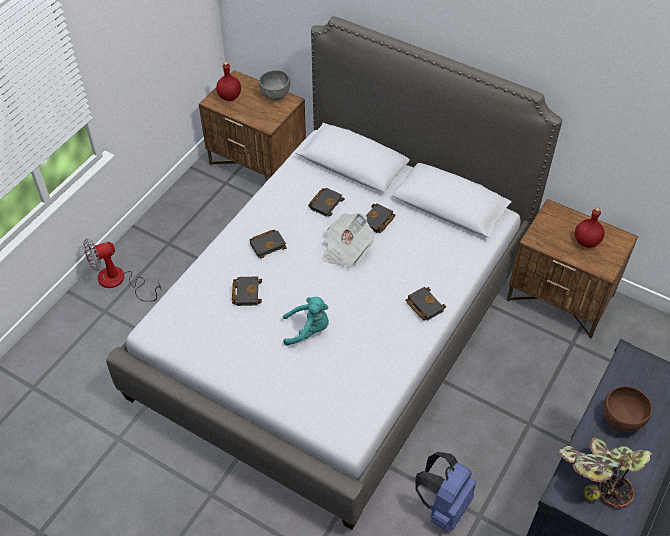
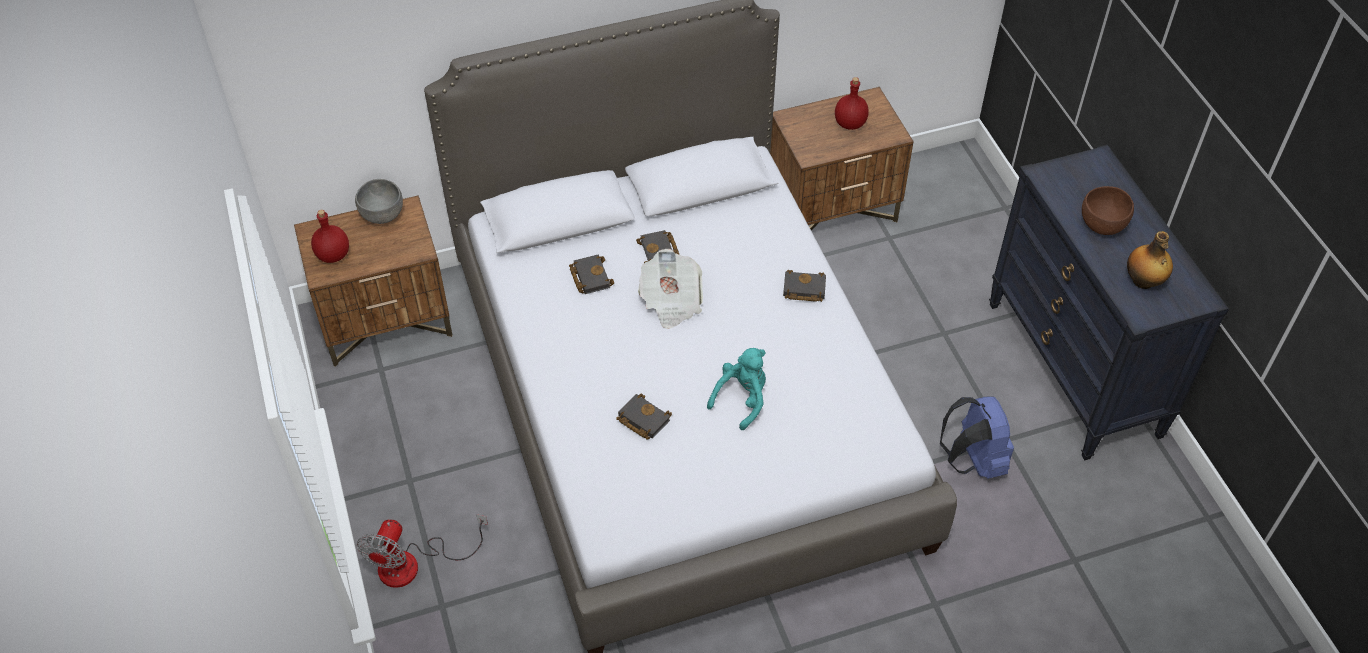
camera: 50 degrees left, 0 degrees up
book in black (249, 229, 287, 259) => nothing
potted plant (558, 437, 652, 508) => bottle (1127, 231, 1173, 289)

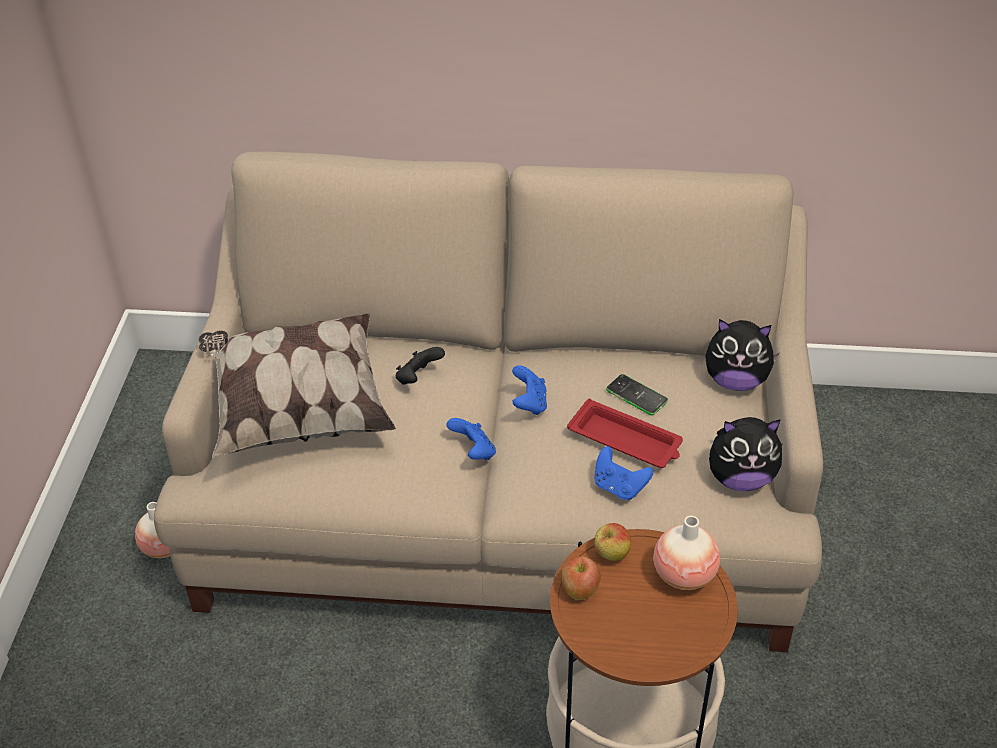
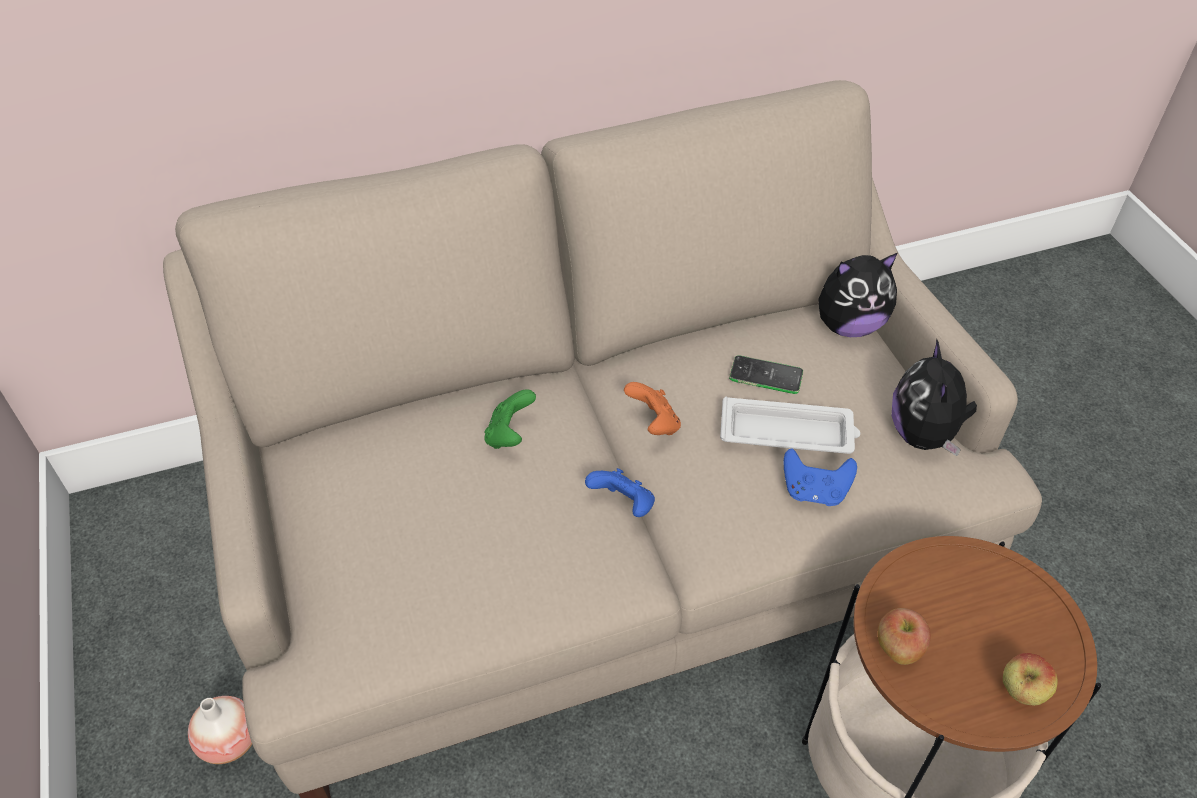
camera: 25 degrees left, 5 degrees up
pillow (198, 313, 396, 458) => nothing
game controller in black (396, 347, 445, 385) => game controller in green (485, 390, 536, 449)
game controller in blue (512, 365, 547, 415) => game controller in orange (624, 382, 681, 435)
tray in red (567, 399, 683, 468) => tray in white (720, 396, 860, 454)
plush toy (709, 417, 784, 491) => plush toy (892, 338, 977, 456), 120 degrees clockwise
vase (653, 516, 720, 590) => nothing
apple (594, 523, 631, 561) => apple (1003, 653, 1058, 706), moved

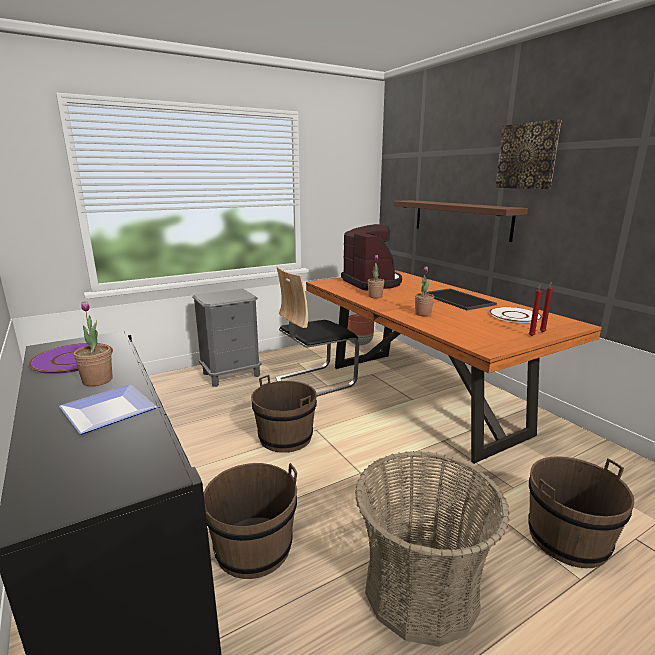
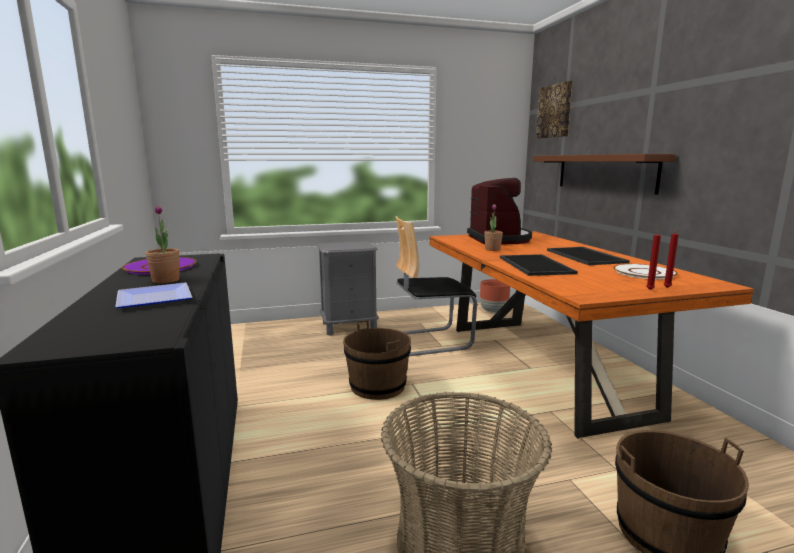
camera: 15 degrees right, 5 degrees down
picture (495, 120, 561, 189) => picture (536, 81, 573, 138), moved
potted plant (415, 266, 434, 316) => tray (500, 254, 578, 276)
bucket in brown (203, 463, 297, 579) => nothing

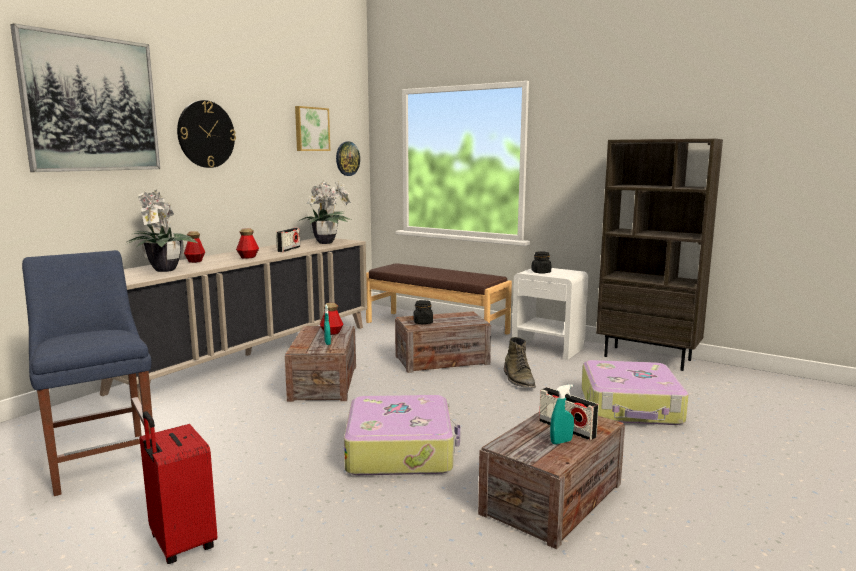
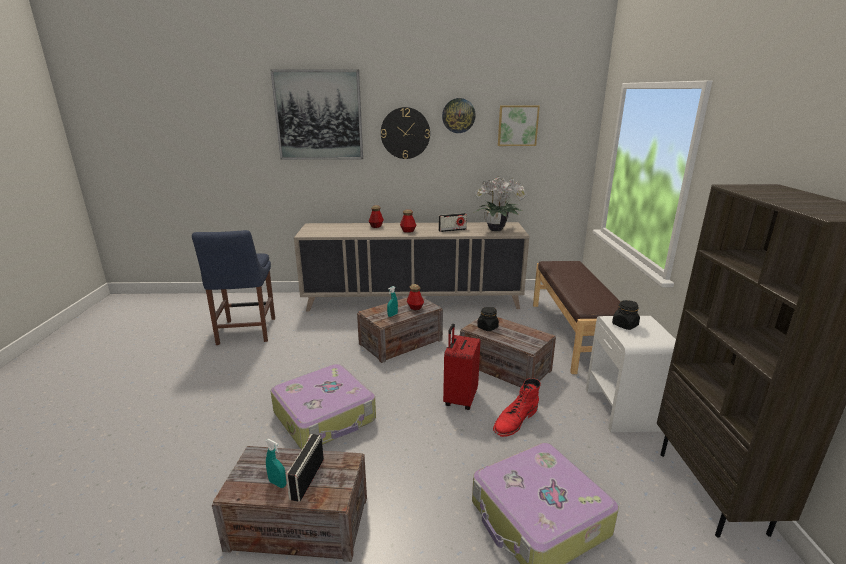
camera: 55 degrees right, 10 degrees up
wall clock (336, 142, 360, 176) => wall clock (442, 98, 476, 133), moved
potted plant (127, 190, 198, 272) => nothing
chair in blue (22, 250, 153, 496) => chair in blue (192, 230, 275, 345), 150 degrees clockwise
boot in green (504, 337, 536, 388) => boot in red (493, 378, 541, 437)
suitcase in red (140, 411, 217, 564) => suitcase in red (443, 324, 481, 410), moved

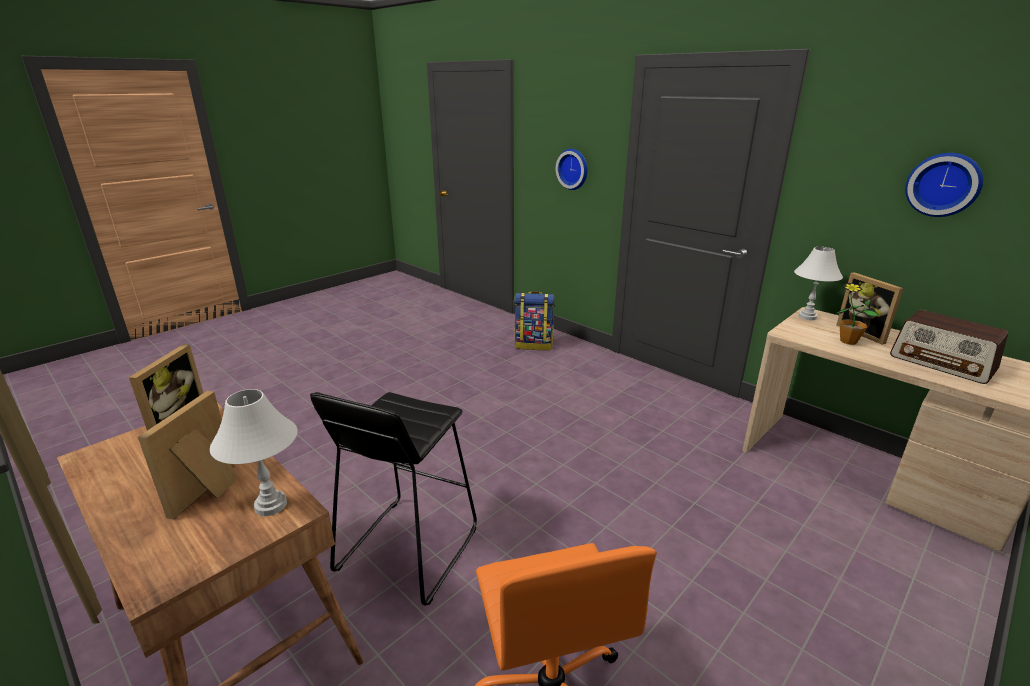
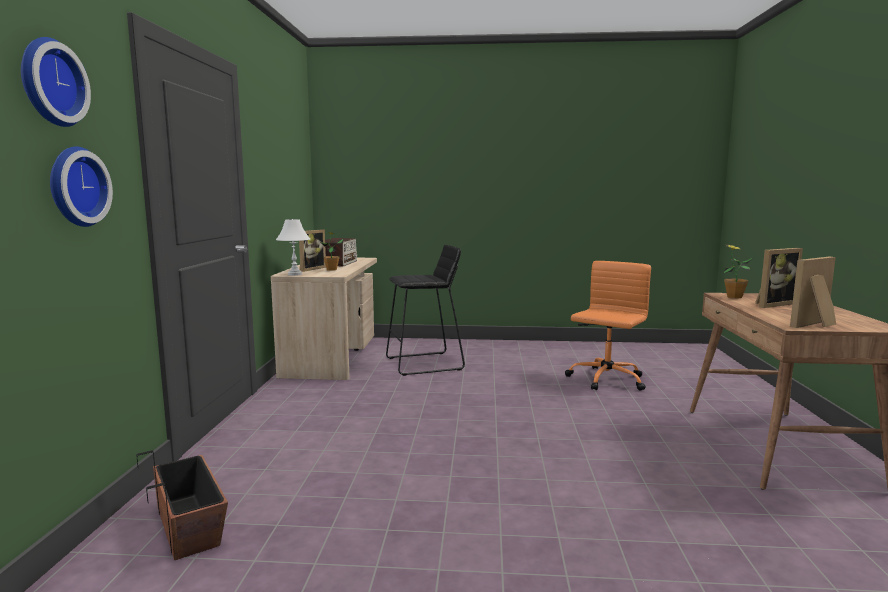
camera: 130 degrees left, 15 degrees down
wall clock (905, 153, 983, 217) => wall clock (21, 37, 91, 127), moved
backpack (515, 291, 555, 350) => planter (136, 451, 228, 560)
table lamp in white (210, 389, 298, 516) => potted plant (723, 245, 752, 298)
stool in black (310, 392, 477, 606) => stool in black (386, 245, 465, 376), moved

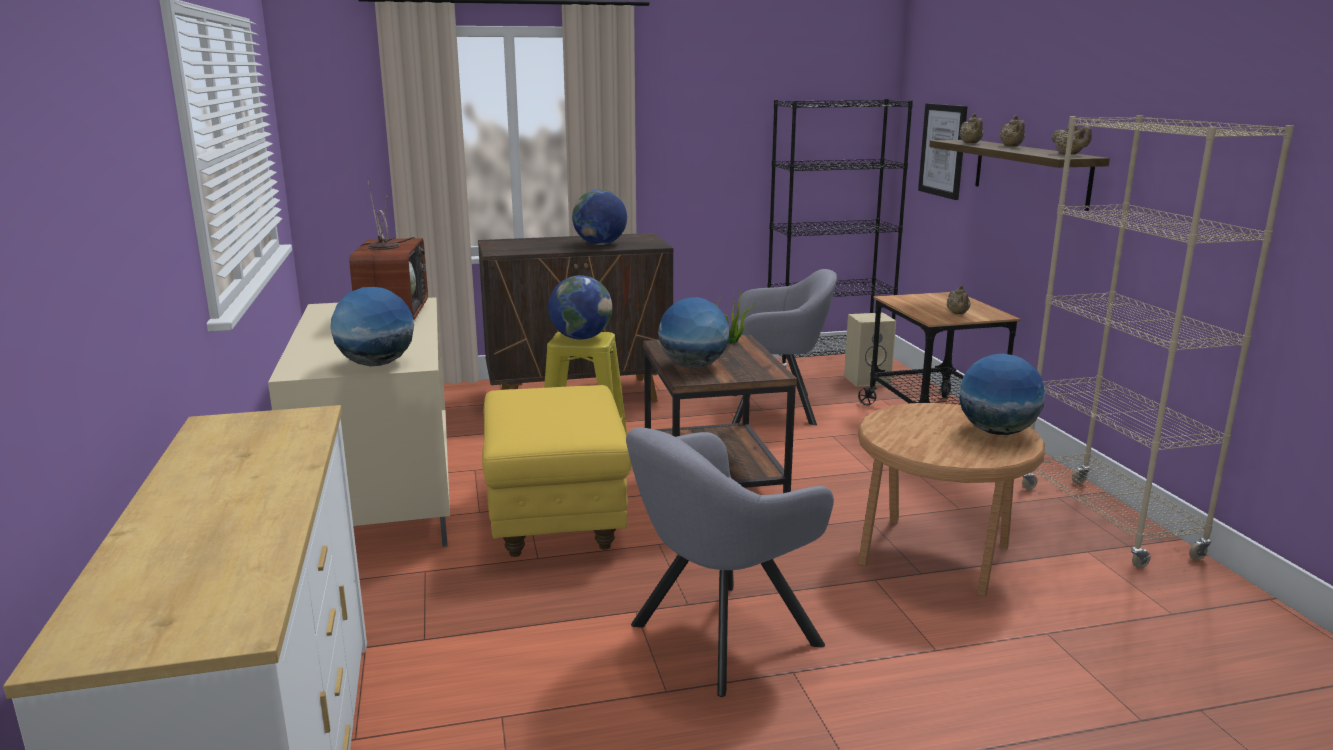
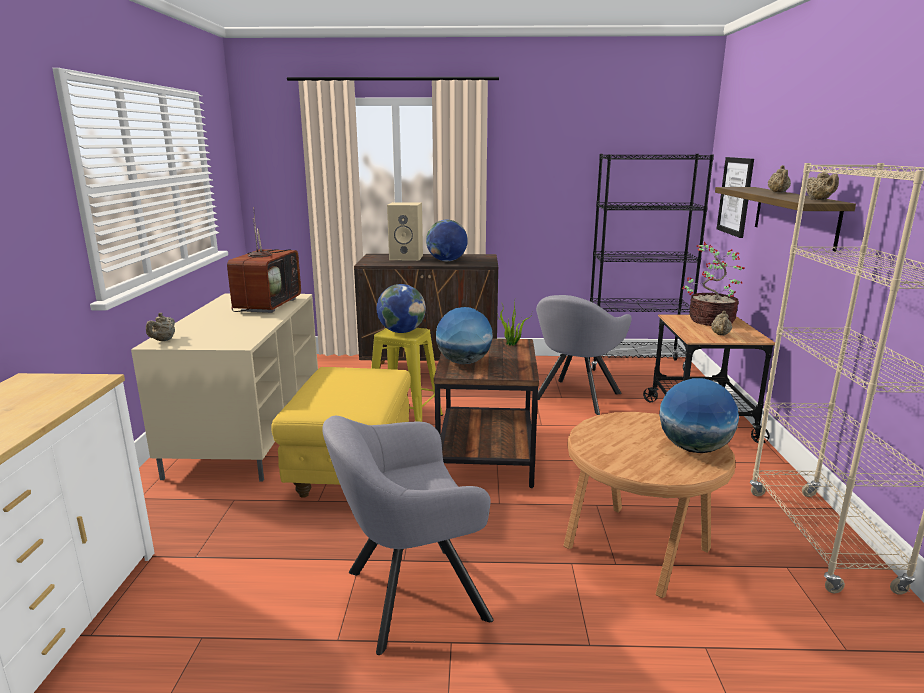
camera: 15 degrees right, 0 degrees up
teapot in beige (960, 113, 983, 143) => teapot in beige (146, 313, 175, 341), moved
armchair in grey (732, 269, 837, 425) => armchair in grey (536, 295, 632, 415), 105 degrees clockwise
globe (330, 287, 414, 366) => nothing
speaker in beige (844, 313, 896, 387) => speaker in beige (387, 202, 423, 261), moved
nothing => potted plant (682, 242, 744, 326)

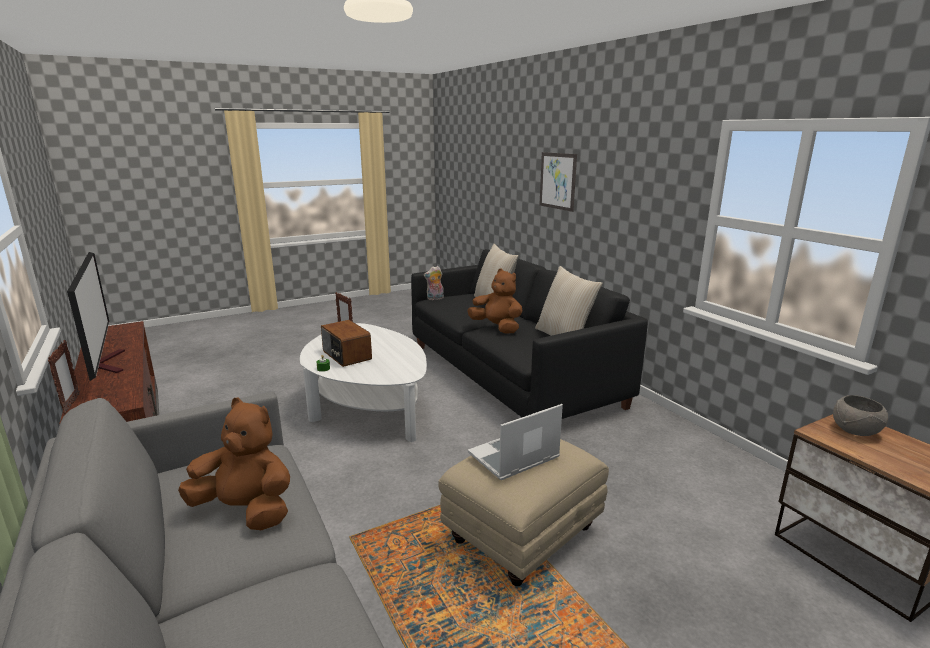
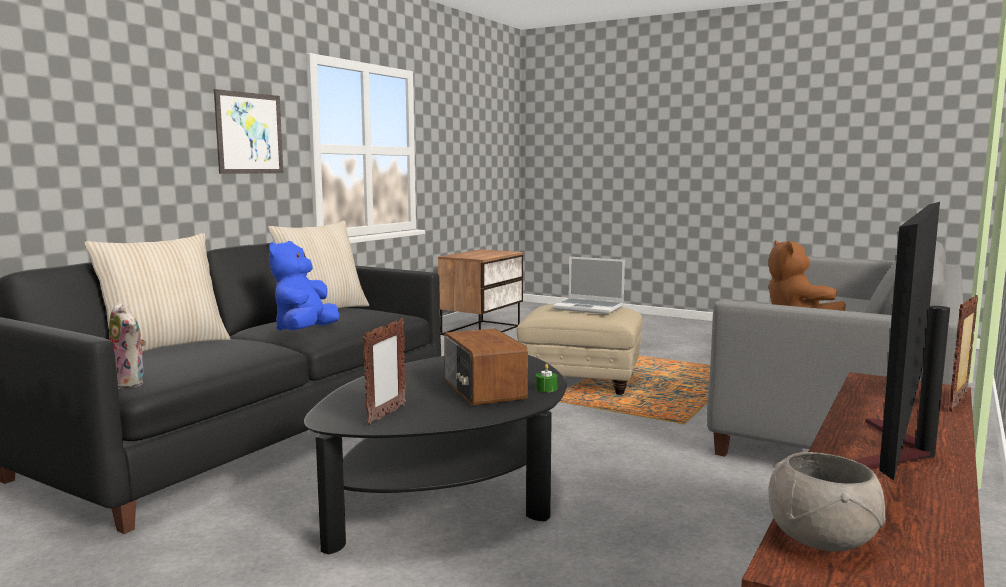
camera: 120 degrees left, 10 degrees down
picture (539, 152, 577, 212) => picture (214, 89, 283, 174), moved
plush toy in brown (467, 268, 522, 333) => plush toy in blue (269, 241, 340, 331)
radio (321, 320, 372, 367) => radio (444, 329, 528, 405), 135 degrees clockwise
coffee table in white (300, 323, 427, 442) => coffee table in black (304, 355, 567, 554)
bowl in grey (833, 395, 888, 436) => bowl in grey (769, 452, 886, 552), moved

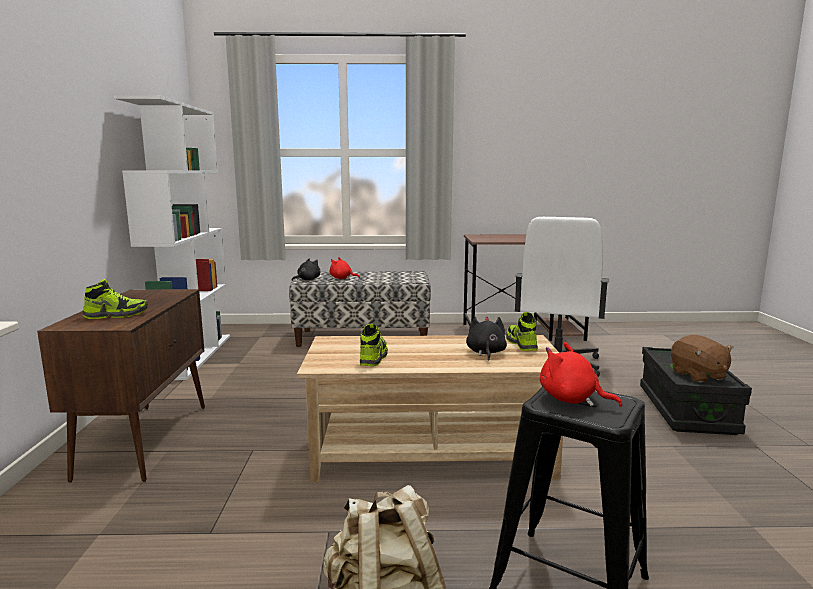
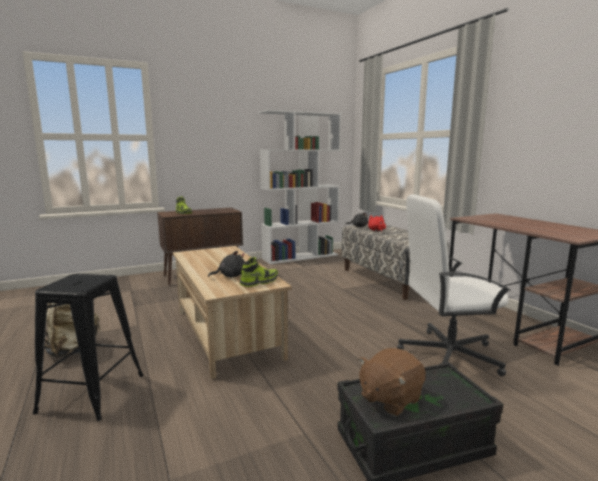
camera: 65 degrees right, 0 degrees up
shoe (360, 324, 388, 366) => nothing
plush toy in red (540, 342, 622, 407) => nothing

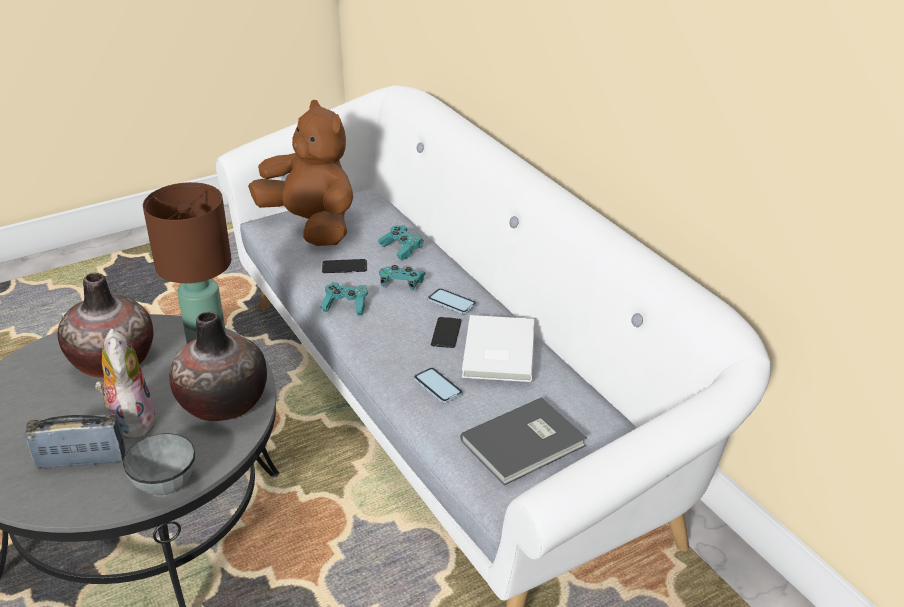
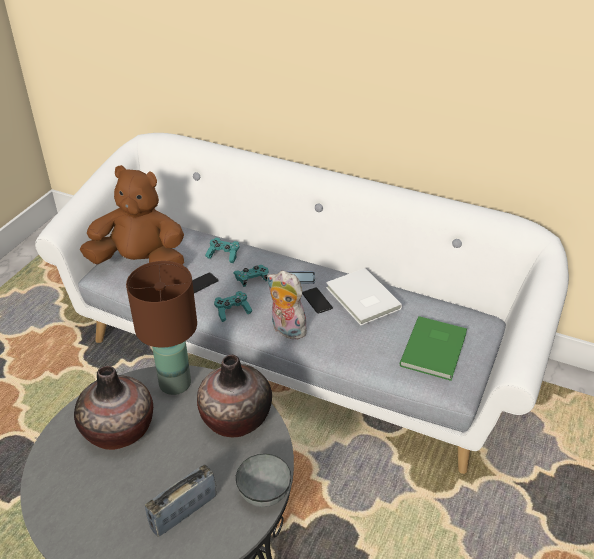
camera: 35 degrees left, 5 degrees up
plush toy (95, 328, 157, 439) => plush toy (267, 271, 307, 340), moved
phone (414, 367, 463, 403) => nothing
book in grey (460, 397, 587, 485) => book in green (399, 316, 467, 381)

